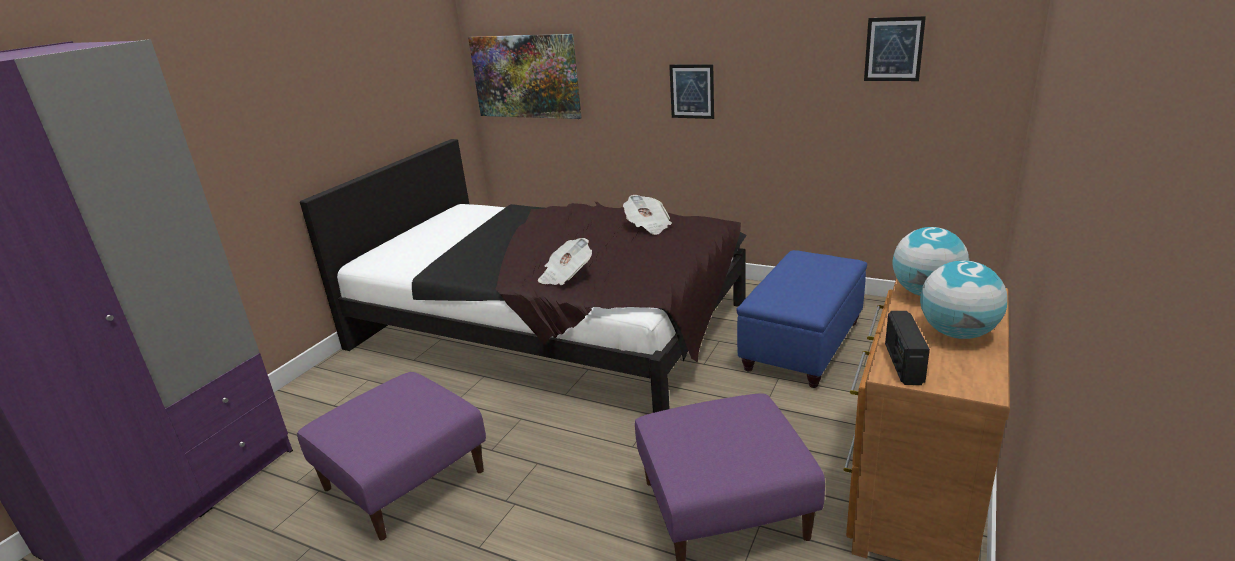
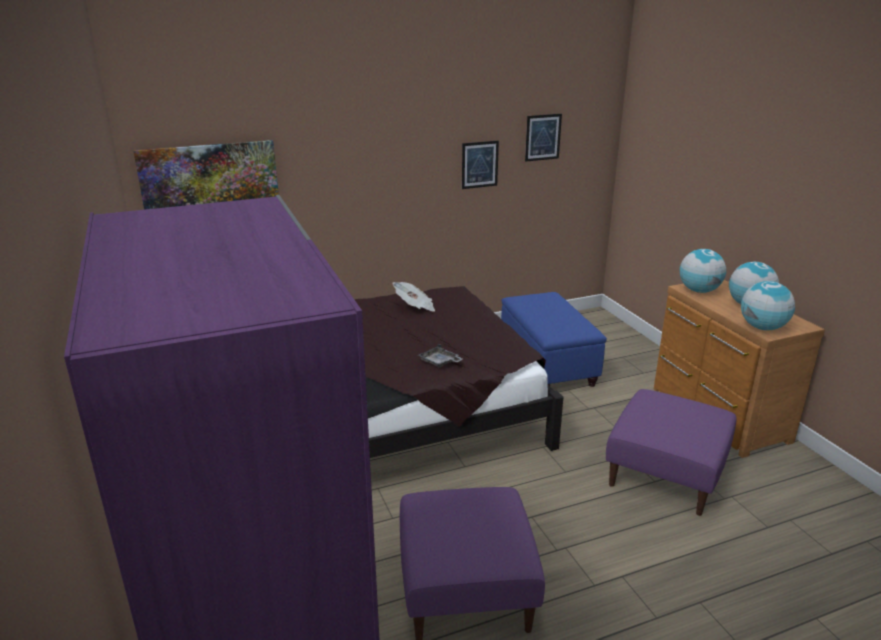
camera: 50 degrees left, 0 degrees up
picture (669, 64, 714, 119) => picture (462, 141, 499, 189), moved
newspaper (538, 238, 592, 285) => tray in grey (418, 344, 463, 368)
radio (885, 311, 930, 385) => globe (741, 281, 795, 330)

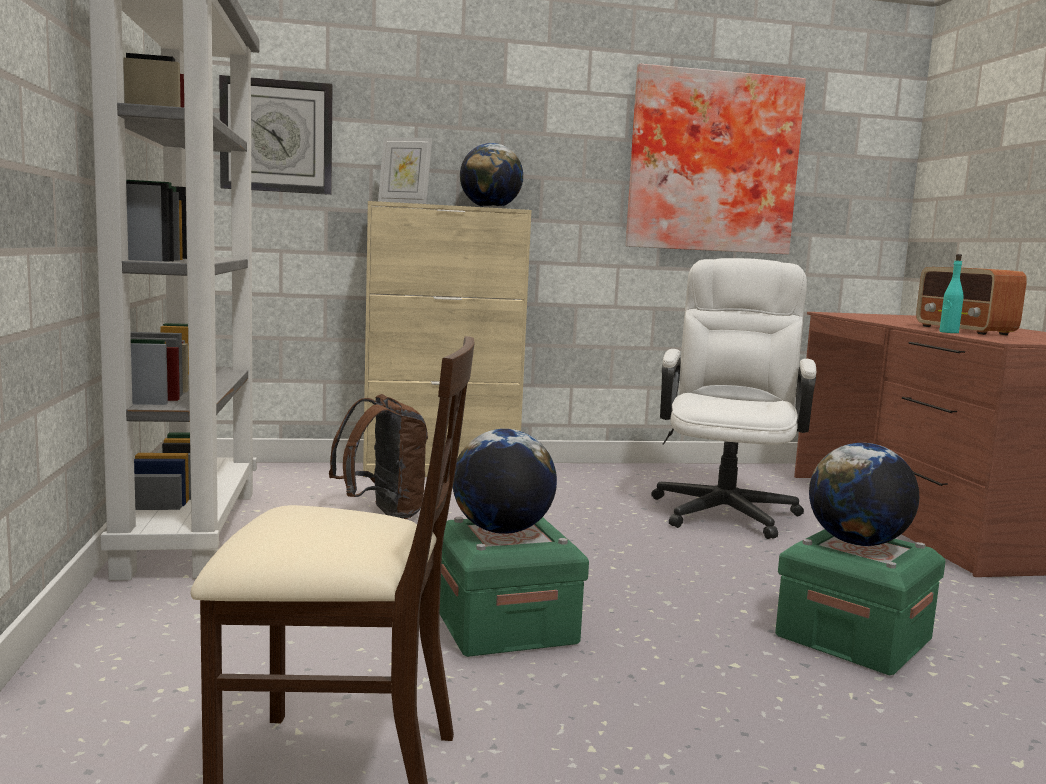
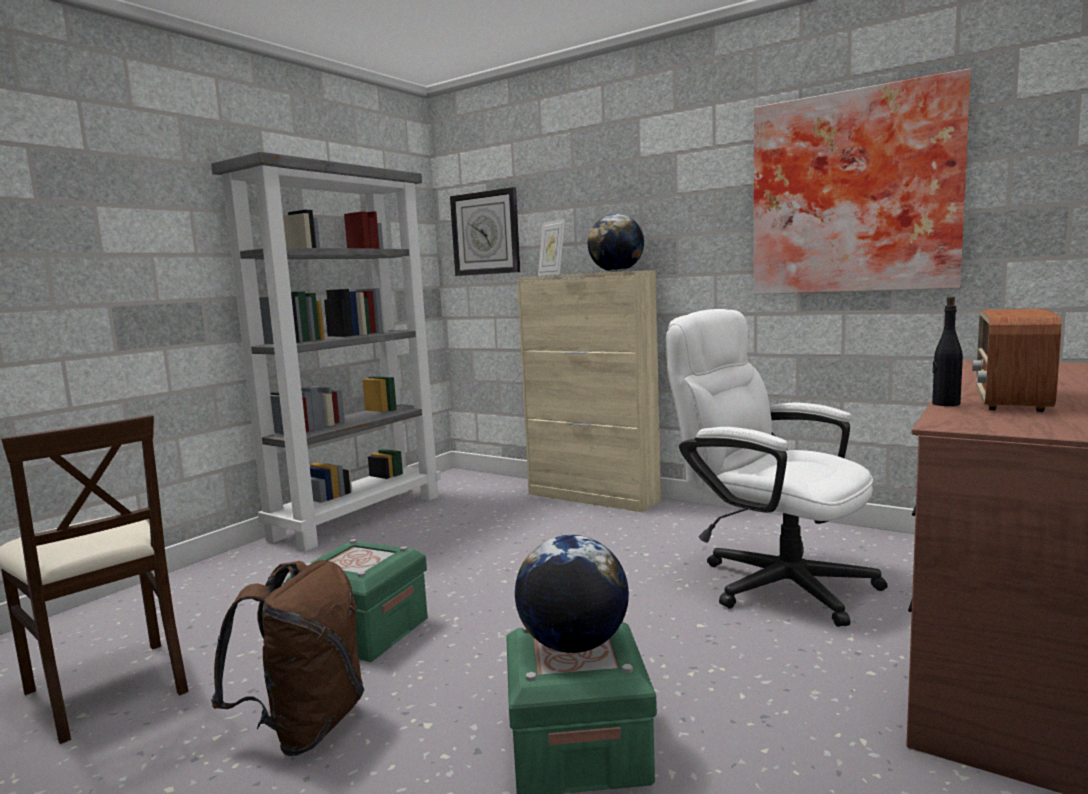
camera: 45 degrees right, 0 degrees up
bottle in turquoise (939, 254, 964, 333) => bottle in black (932, 296, 963, 406)
office chair in white (651, 258, 816, 539) => office chair in white (666, 309, 888, 627), 105 degrees counterclockwise
backpack in brown (329, 394, 428, 519) => backpack in brown (211, 560, 364, 756), moved
globe (453, 429, 557, 534) => nothing

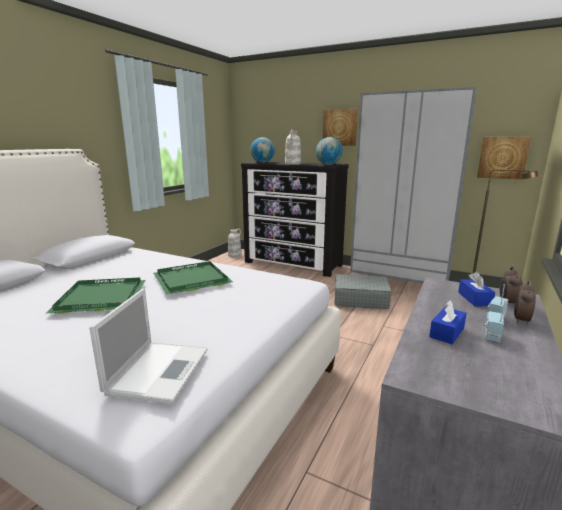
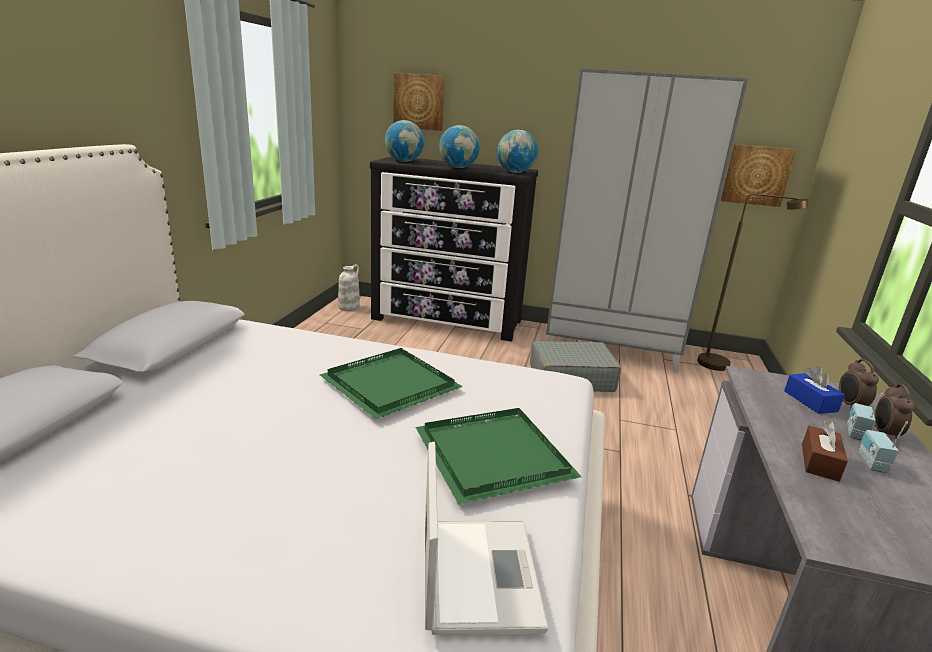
camera: 15 degrees left, 5 degrees up
picture (323, 109, 358, 146) => picture (393, 73, 445, 131), moved
vase in white (285, 130, 301, 165) => globe (439, 125, 480, 168)
tray in green (47, 277, 145, 314) => tray in green (416, 408, 582, 504), moved
tissue box in blue (429, 300, 467, 344) => tissue box in brown (802, 421, 848, 482)

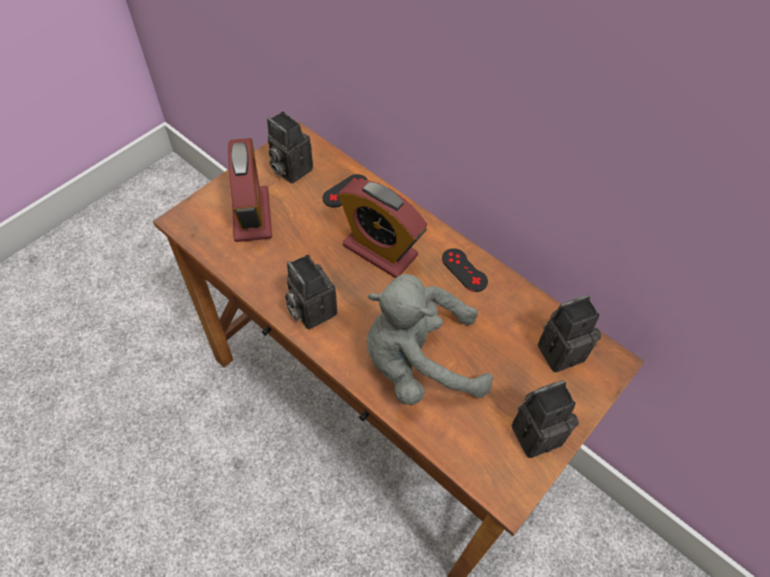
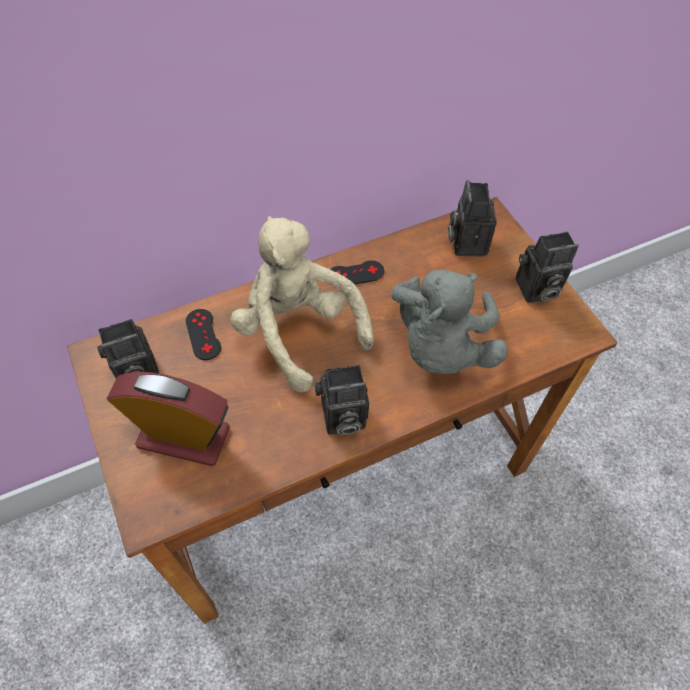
camera: 65 degrees left, 0 degrees up
alarm clock (338, 179, 427, 278) => plush toy in beige (230, 216, 374, 393)
photo camera (512, 380, 579, 458) => photo camera (516, 232, 579, 303), 105 degrees counterclockwise

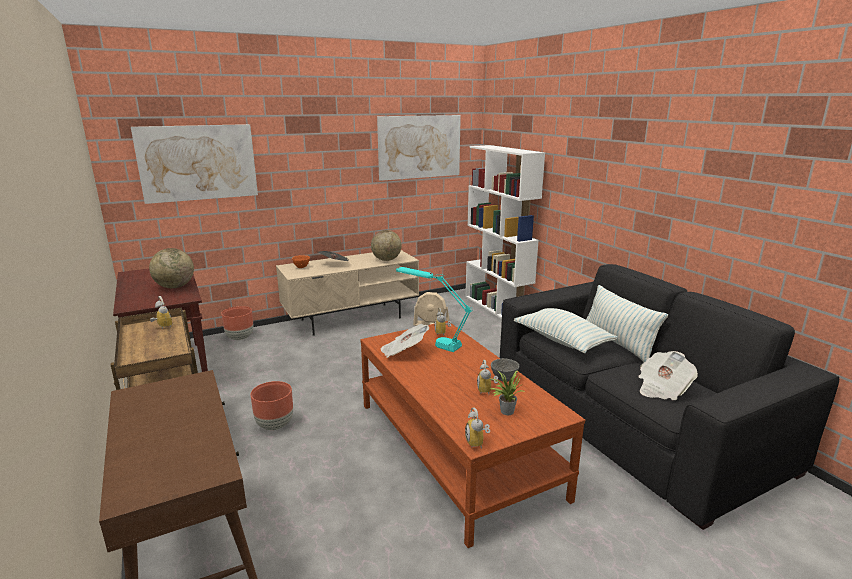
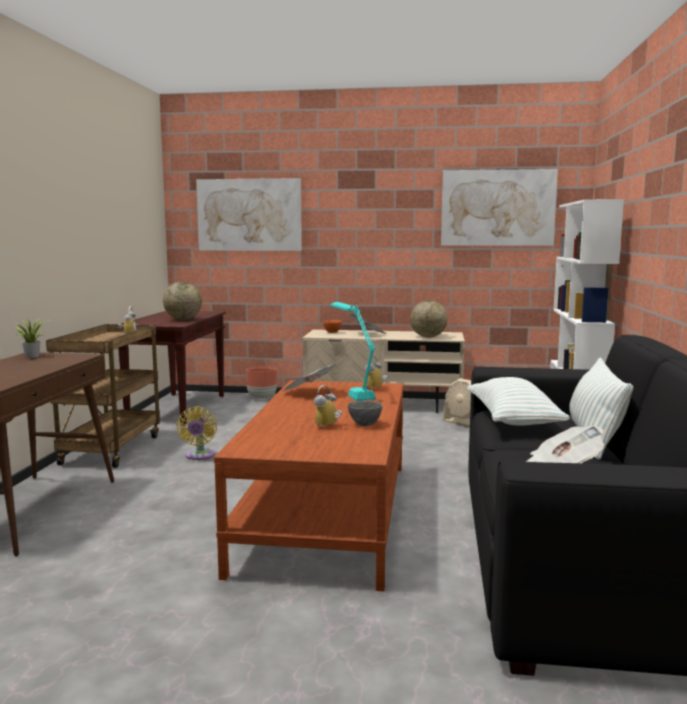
camera: 35 degrees right, 10 degrees down
potted plant (489, 371, 524, 415) => potted plant (15, 319, 51, 358), moved
planter in brown (250, 381, 293, 430) => fan in yellow (176, 407, 217, 460)
alarm clock (465, 408, 490, 449) => nothing

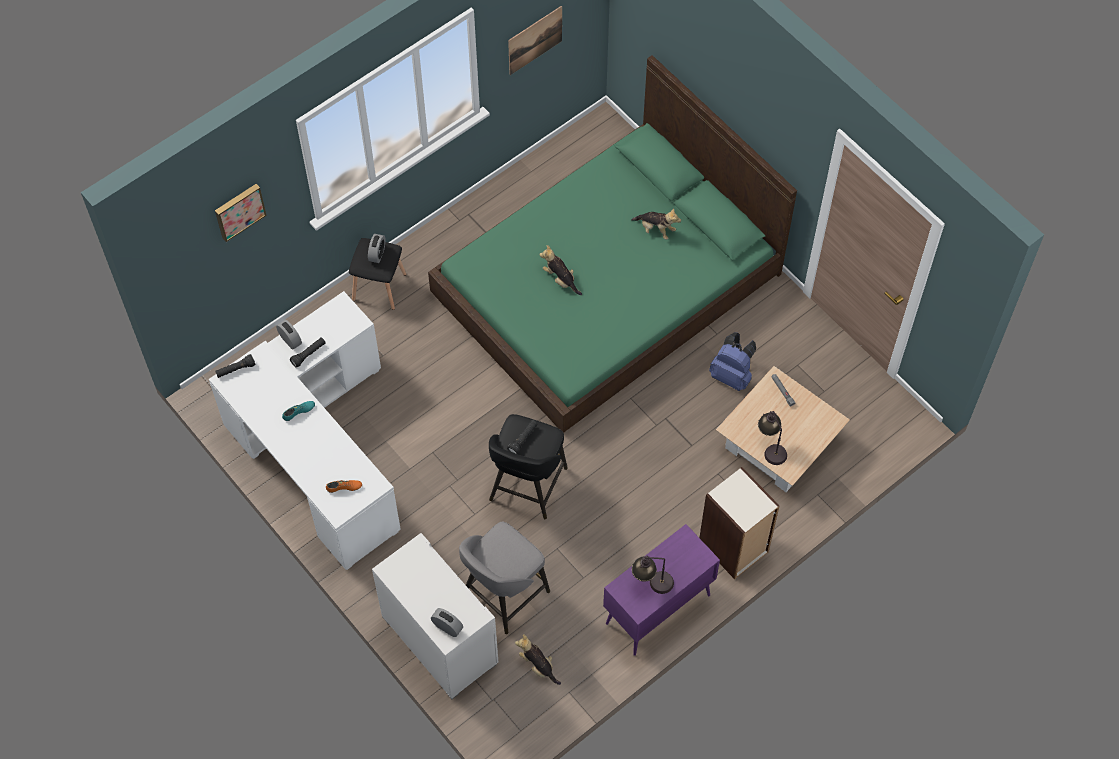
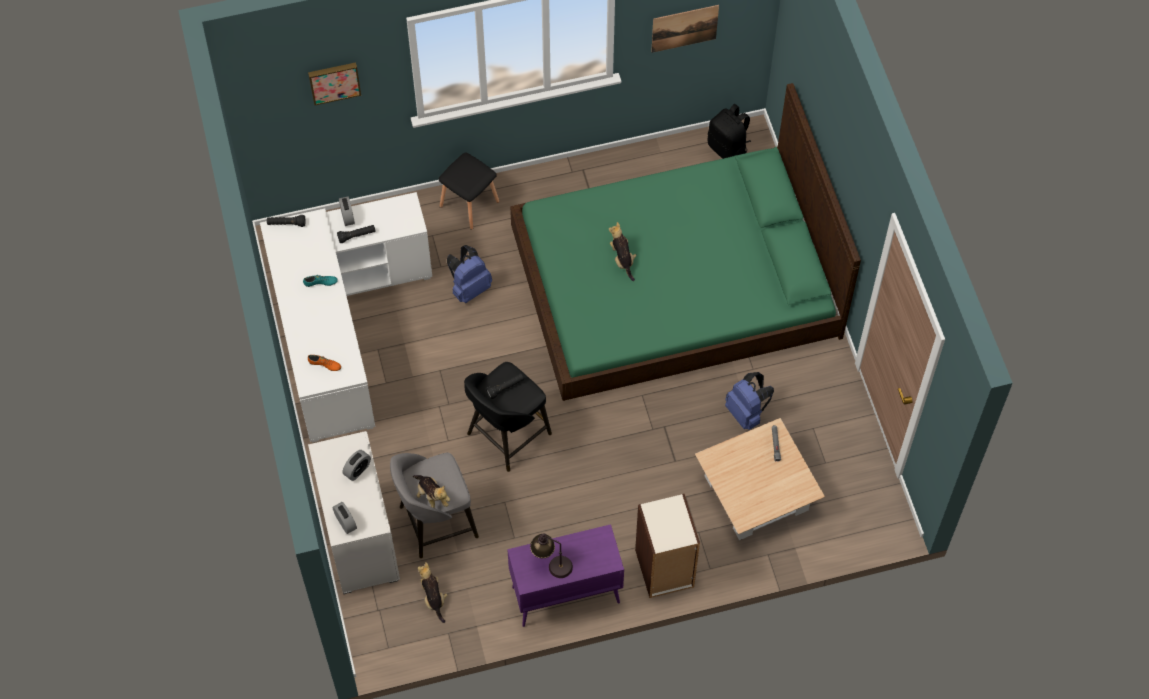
camera: 25 degrees right, 0 degrees up
plush toy (631, 208, 681, 240) => plush toy (413, 475, 450, 508), moved
alarm clock (368, 234, 386, 263) => alarm clock (343, 450, 371, 481), moved
table lamp (758, 411, 787, 465) => nothing
nothing => backpack in black (708, 104, 751, 159)
nothing => backpack in blue (447, 245, 492, 303)

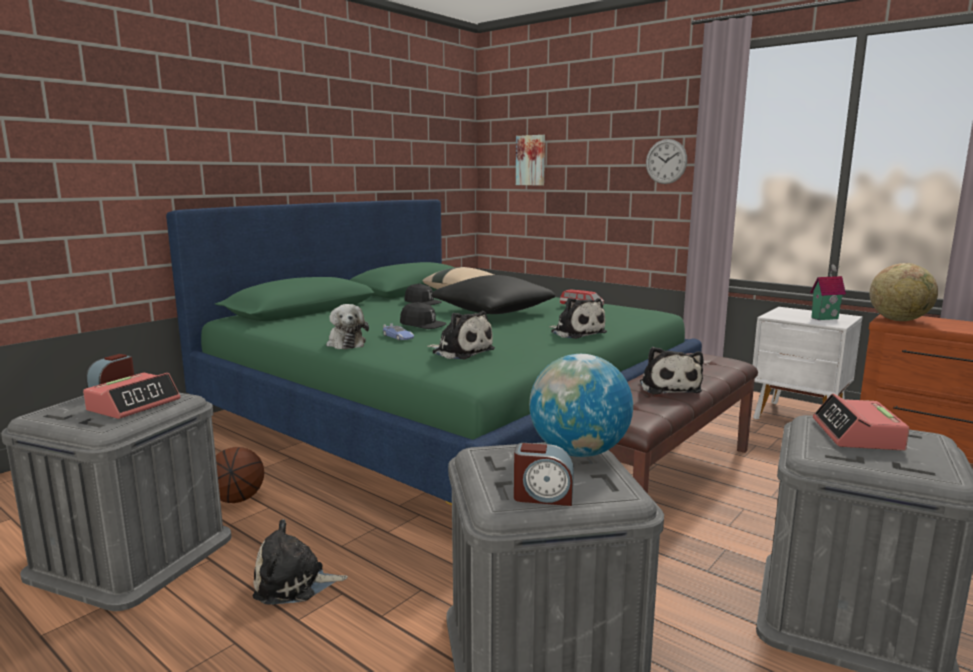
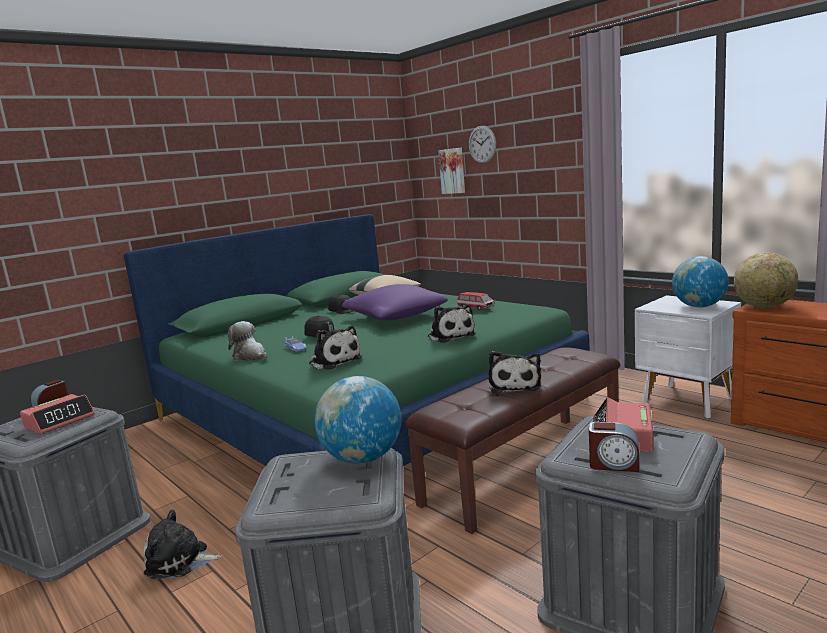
camera: 10 degrees right, 0 degrees up
wall clock (646, 139, 687, 184) => wall clock (469, 126, 496, 163), moved
toy house (810, 264, 846, 320) => globe (672, 256, 729, 307)
pillow in black (431, 275, 555, 314) => pillow in purple (342, 284, 448, 321)
plush toy (326, 304, 369, 349) => plush toy (228, 321, 267, 361), 150 degrees clockwise
alarm clock (514, 443, 574, 506) => alarm clock (589, 422, 639, 472), moved
basketball (216, 447, 264, 503) => nothing

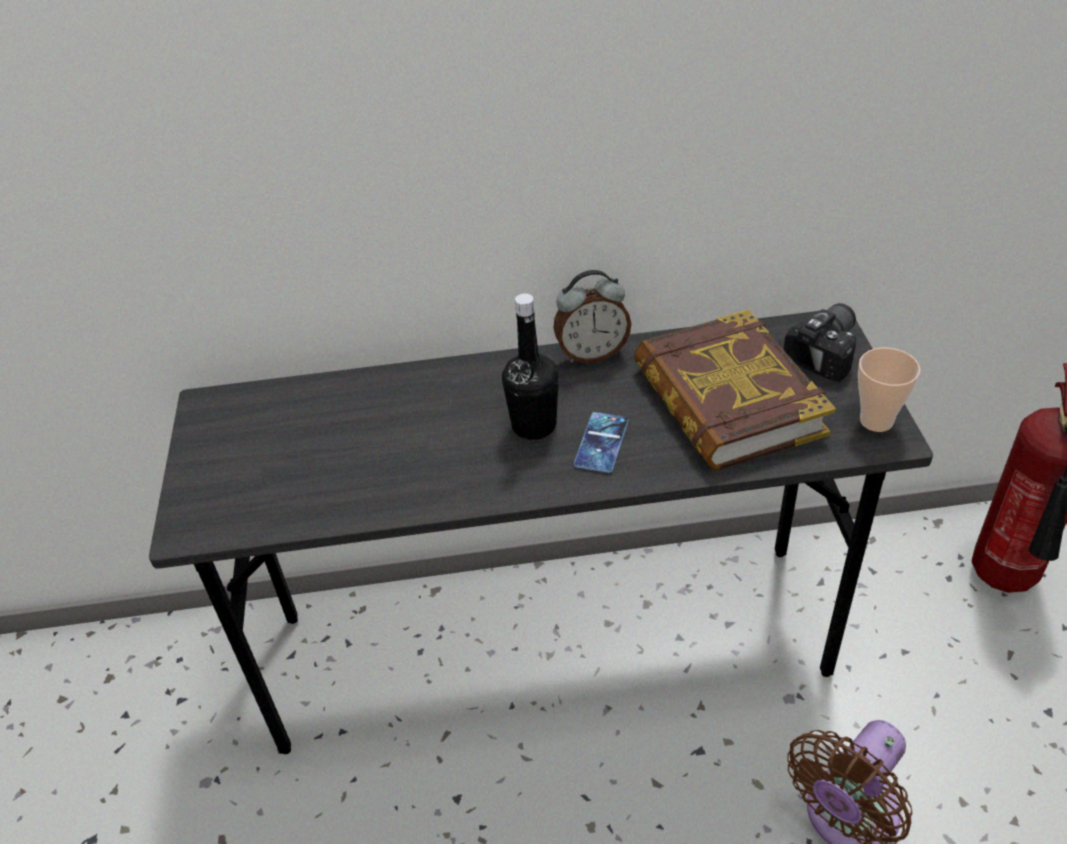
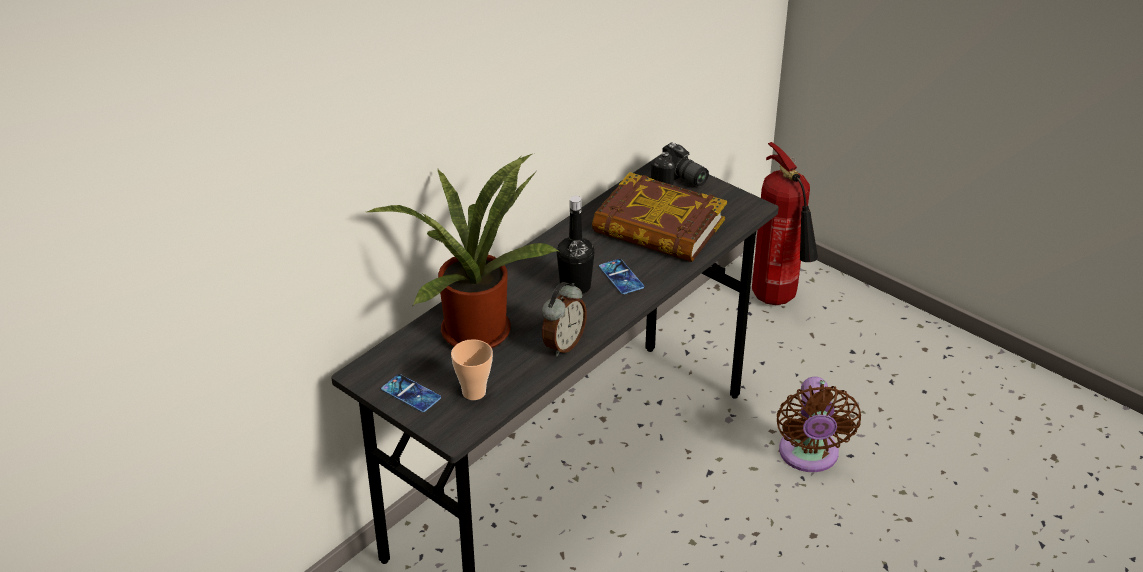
camera: 45 degrees left, 5 degrees down
alarm clock (554, 270, 631, 363) => alarm clock (542, 282, 587, 357), moved
photo camera (783, 303, 856, 382) => photo camera (651, 142, 709, 186), 135 degrees clockwise
cup (858, 348, 920, 432) => cup (451, 339, 493, 400), moved
nothing => potted plant (367, 153, 560, 348)
nothing => phone (381, 374, 441, 412)

